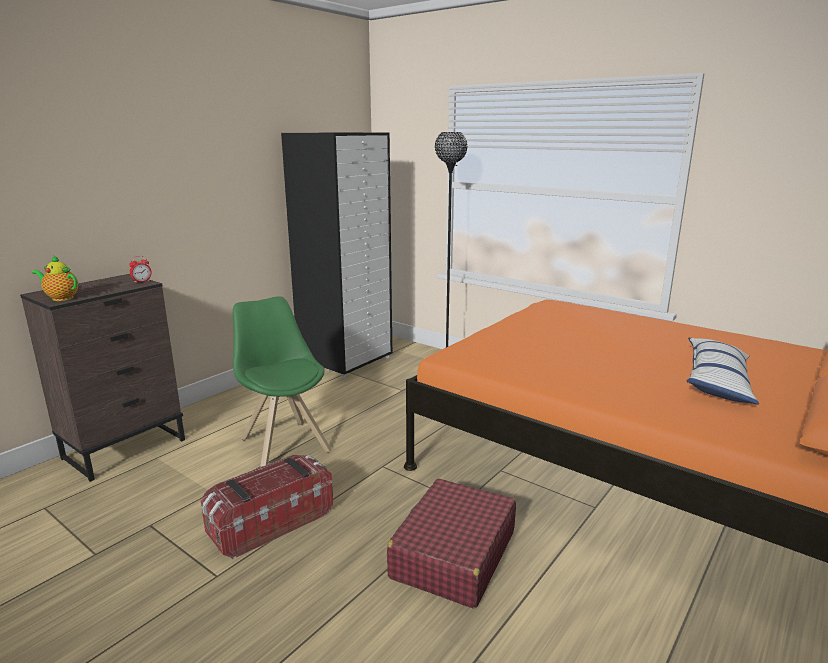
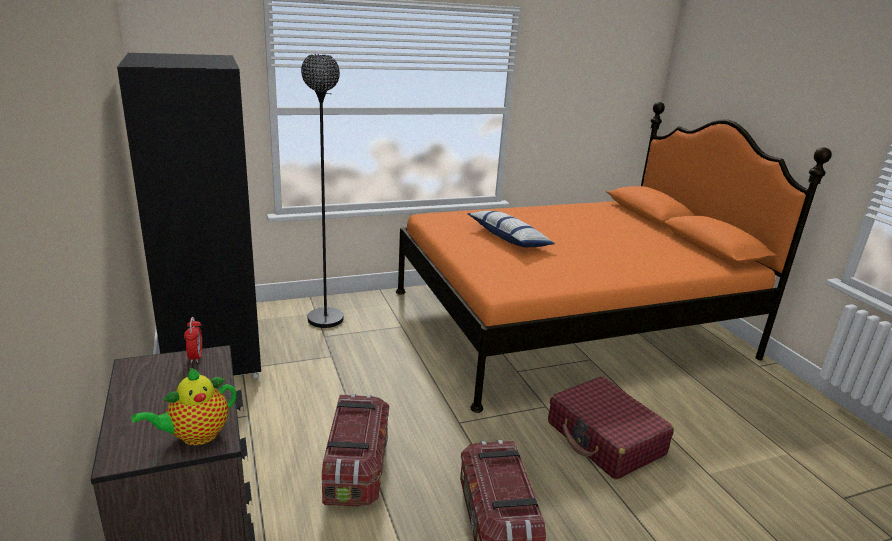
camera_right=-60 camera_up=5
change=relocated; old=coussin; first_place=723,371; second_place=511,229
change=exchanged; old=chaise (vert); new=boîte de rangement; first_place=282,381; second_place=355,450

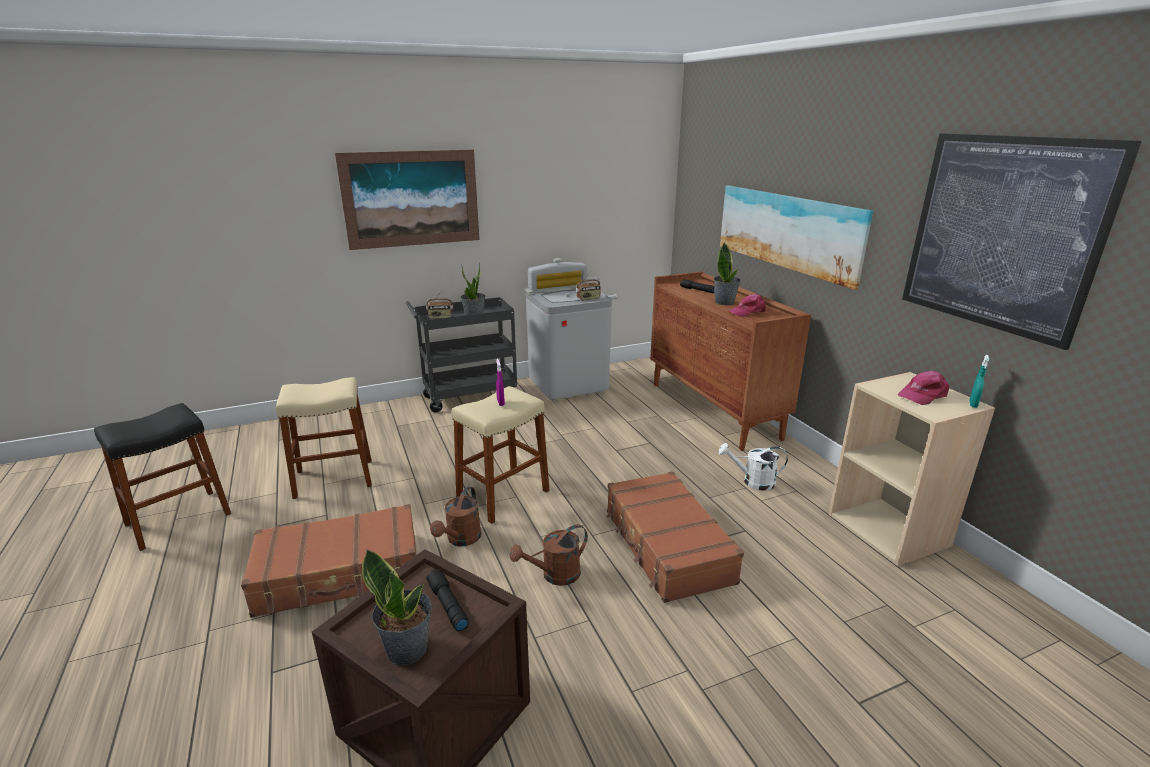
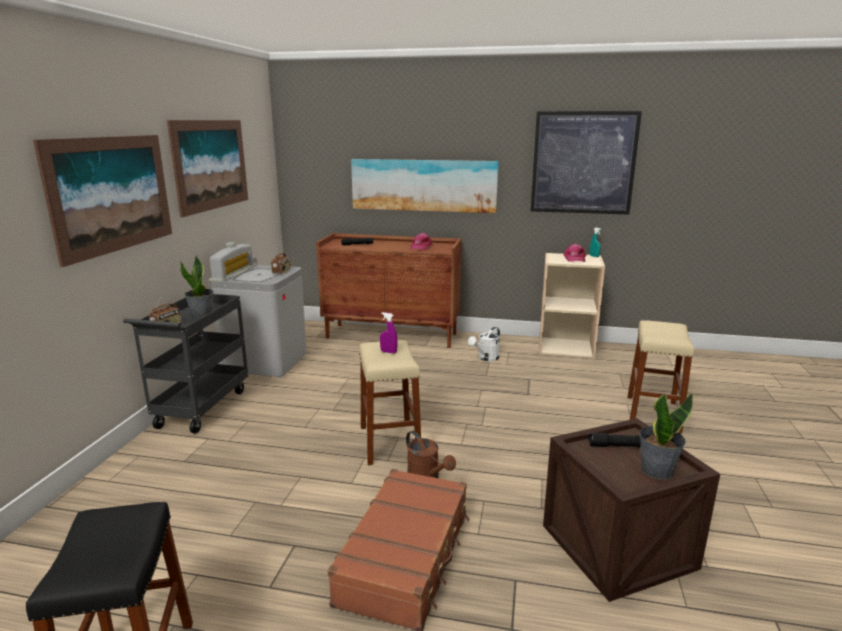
camera_right=-55 camera_up=-5
change=missing; old=arrosoir (marron); first_place=549,555
change=missing; old=valise (marron); first_place=675,537
change=missing; old=plante en pot; first_place=727,273
change=appeared; new=tableau; second_place=207,168
change=relocated; old=tabouret (beige); first_place=324,438; second_place=661,377

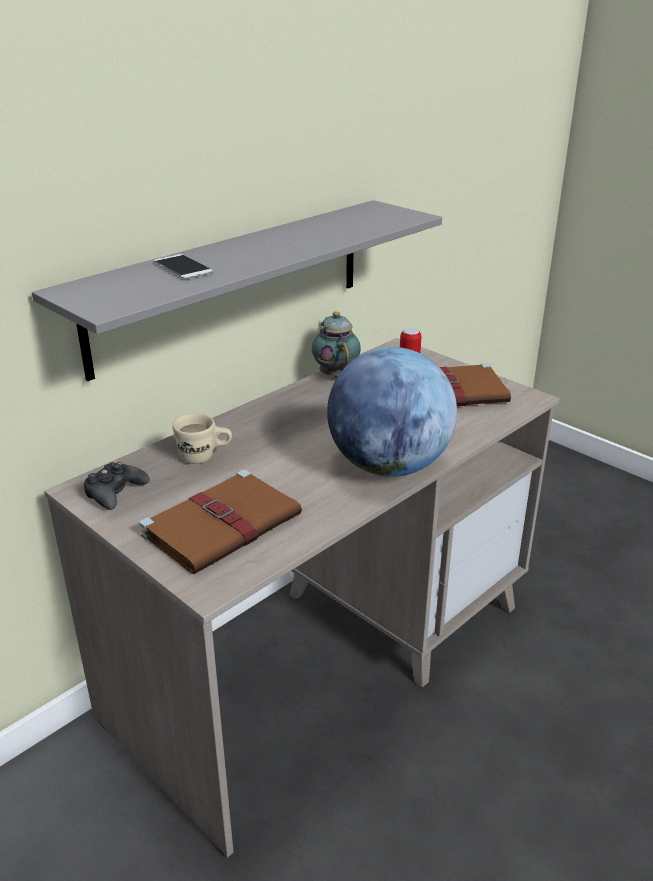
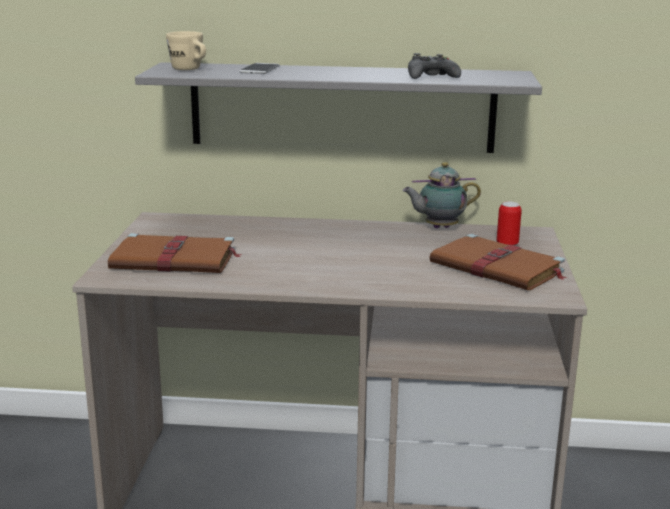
camera_right=50 camera_up=-10
change=missing; old=globe; first_place=392,412
change=relocated; old=manette (noir); first_place=117,486; second_place=434,66
change=relocated; old=mug (beige); first_place=202,438; second_place=186,50
change=spun; old=théière; first_place=336,344; second_place=441,195; degrees=-135

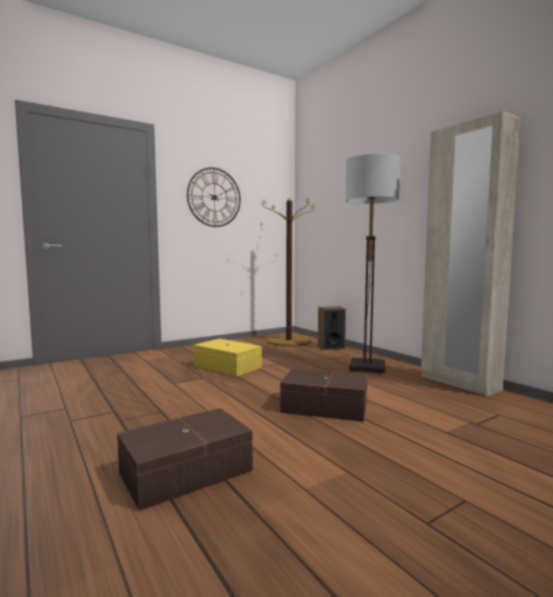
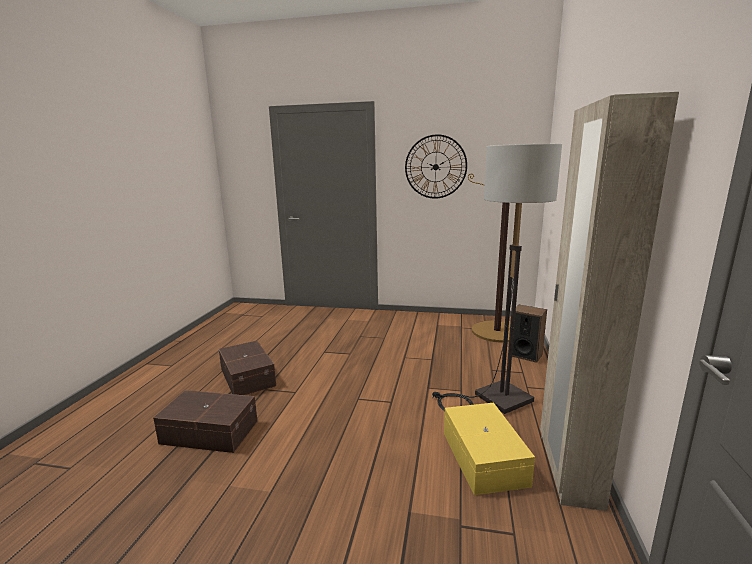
camera_right=45 camera_up=10
change=relocated; old=boîte de rangement (jaune); first_place=228,357; second_place=489,449
change=relocated; old=boîte de rangement (marron); first_place=323,395; second_place=247,368

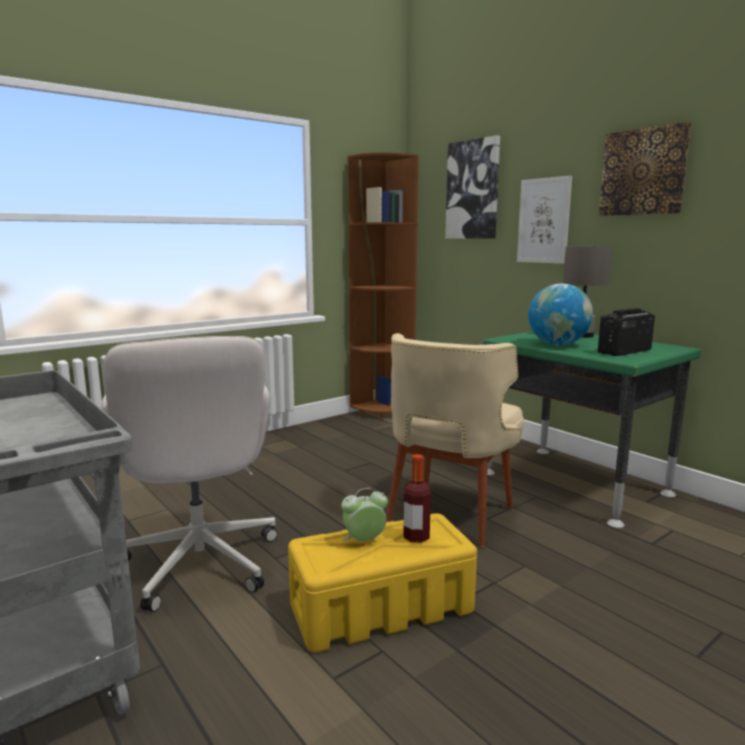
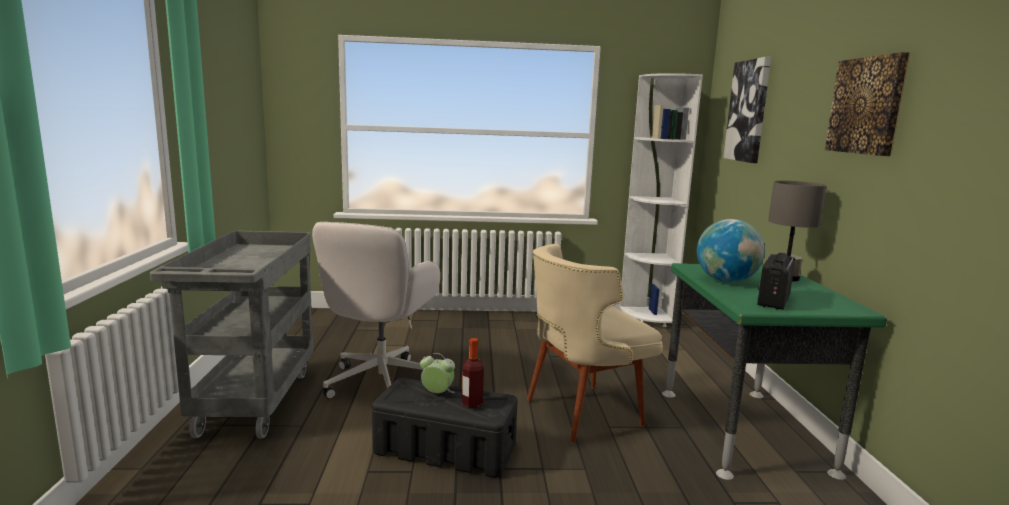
camera_right=35 camera_up=0
change=missing; old=tableau; first_place=544,220
change=colour; old=boîte de rangement (jaune); new=boîte de rangement (noir); first_place=382,583; second_place=445,428
change=colour; old=bibliothèque (marron); new=bibliothèque (blanc); first_place=383,285; second_place=661,200
change=spun; old=radio; first_place=626,332; second_place=776,281; degrees=-60

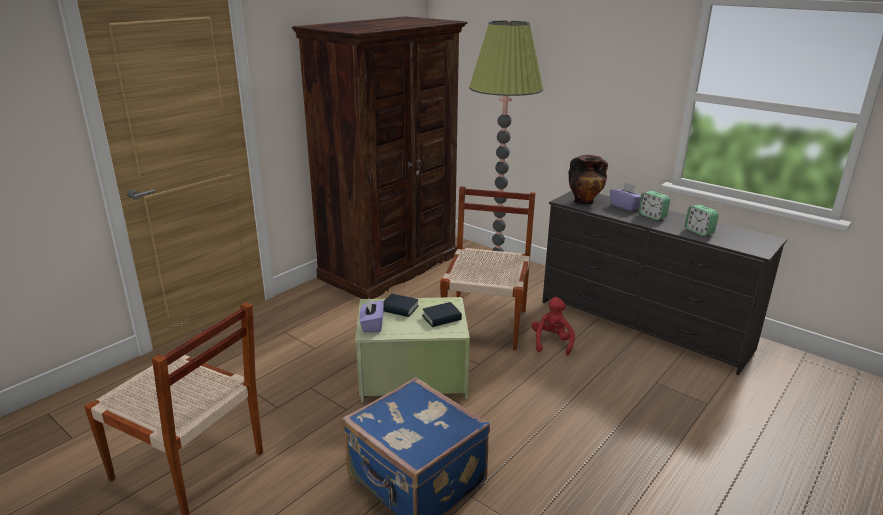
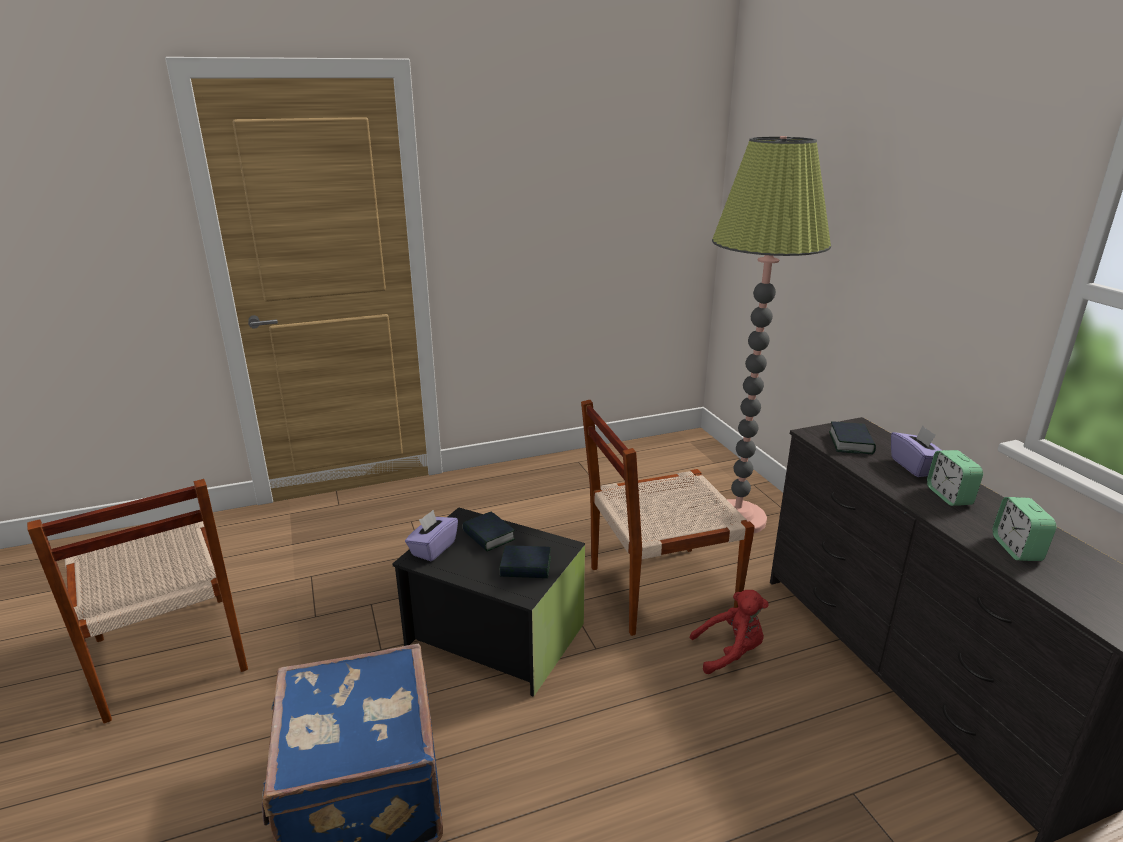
camera_right=30 camera_up=0
change=missing; old=armoire (marron); first_place=380,157
change=exchanged; old=vase; new=livre; first_place=588,179; second_place=852,437
change=colour; old=boîte de rangement (vert); new=boîte de rangement (noir); first_place=412,349; second_place=489,602
change=spun; old=chaise; first_place=488,268; second_place=668,518; degrees=-150
change=spun; old=peluche (rouge); first_place=553,326; second_place=729,632; degrees=45

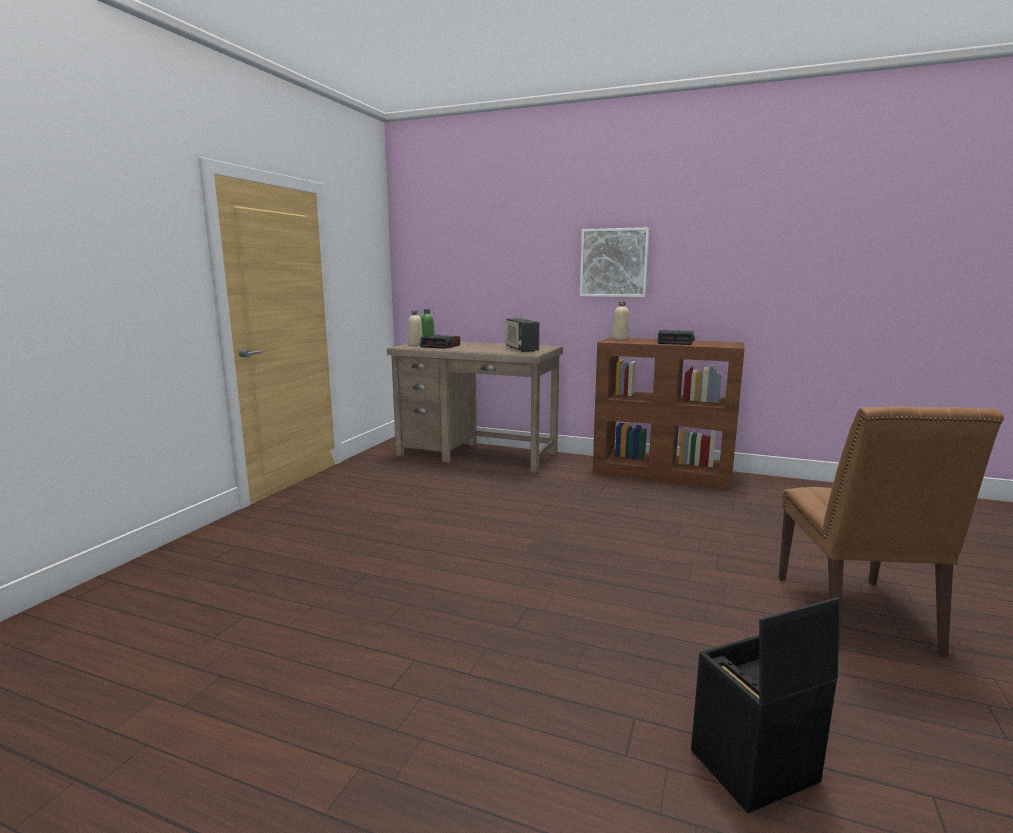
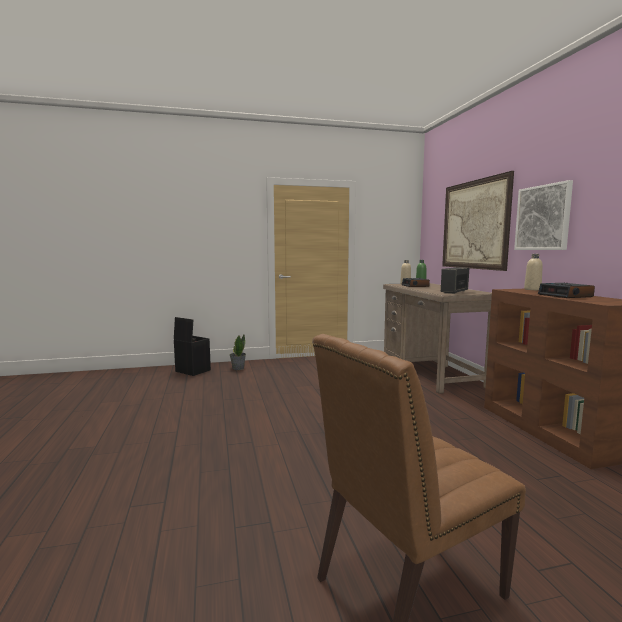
camera_right=55 camera_up=-5
change=appeared; new=plante en pot; second_place=238,352
change=appeared; new=tableau; second_place=478,221
change=relocated; old=boîte de rangement (noir); first_place=765,705; second_place=192,346

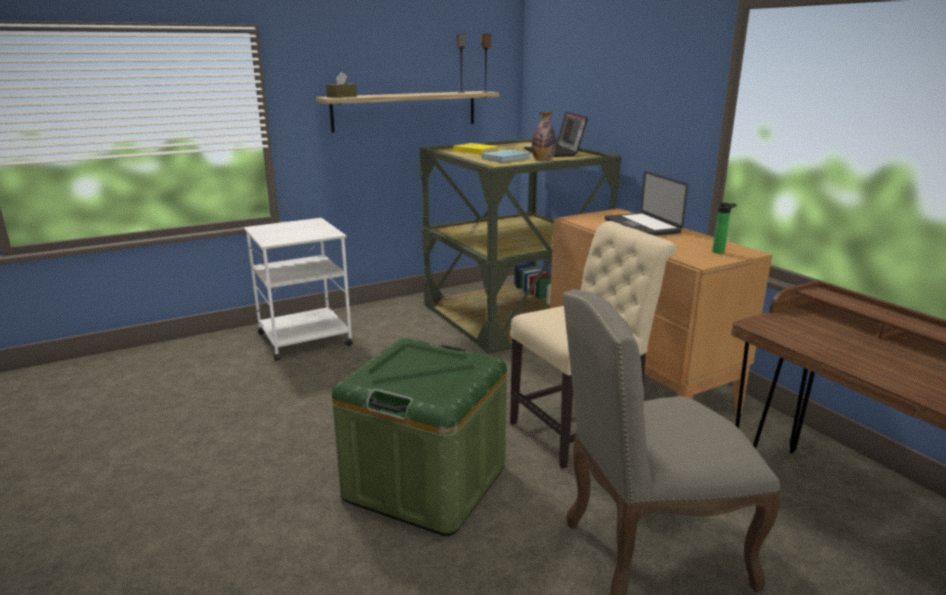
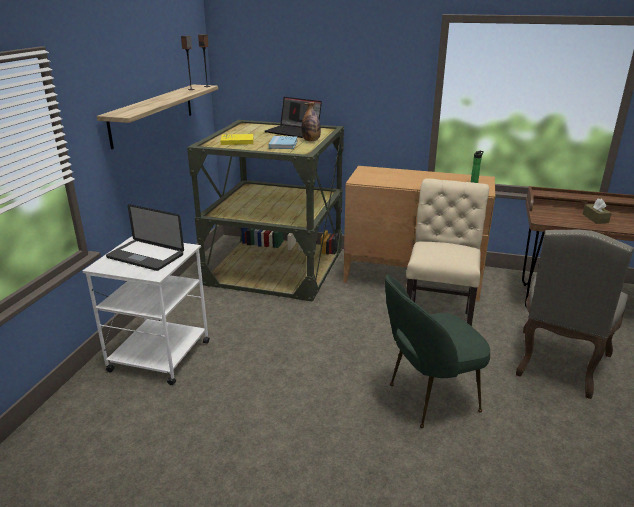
camera_right=-45 camera_up=5
change=relocated; old=boîte à mouchoirs (marron); first_place=341,85; second_place=597,211
change=relocated; old=ordinateur portable; first_place=646,203; second_place=145,237
change=exchanged; old=boîte de rangement (vert); new=chaise (vert); first_place=419,437; second_place=437,351

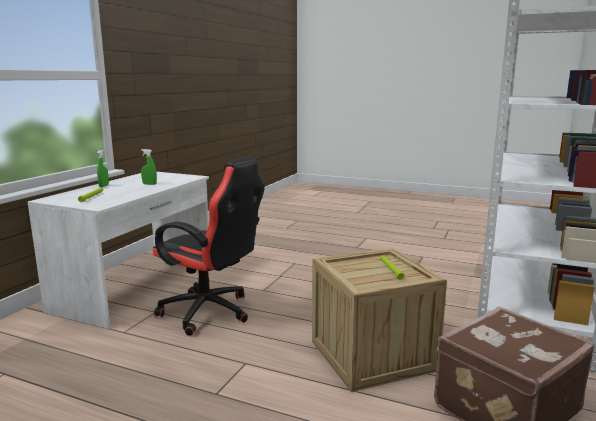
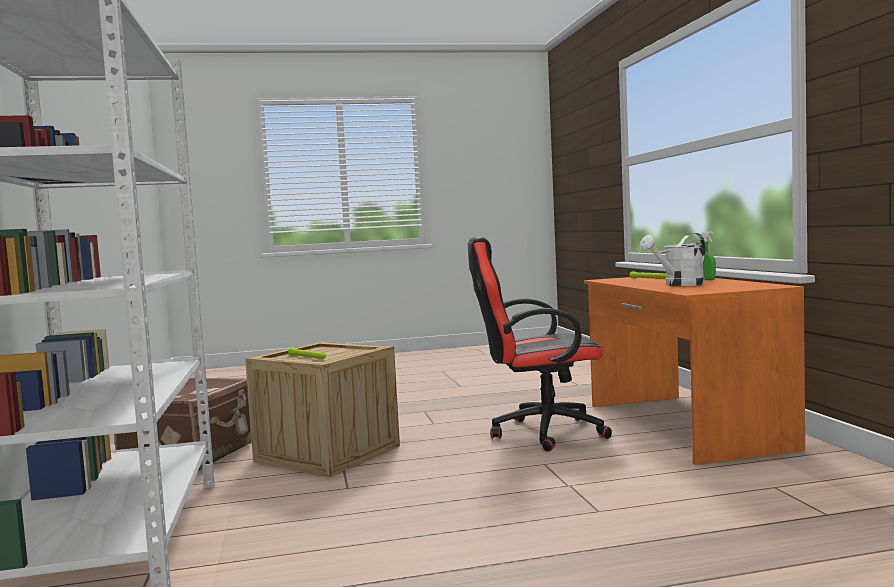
camera_right=145 camera_up=-10
change=exchanged; old=vaporisateur (vert); new=arrosoir (blanc); first_place=149,167; second_place=673,259
change=colour; old=bureau (blanc); new=bureau (orange); first_place=118,250; second_place=694,371

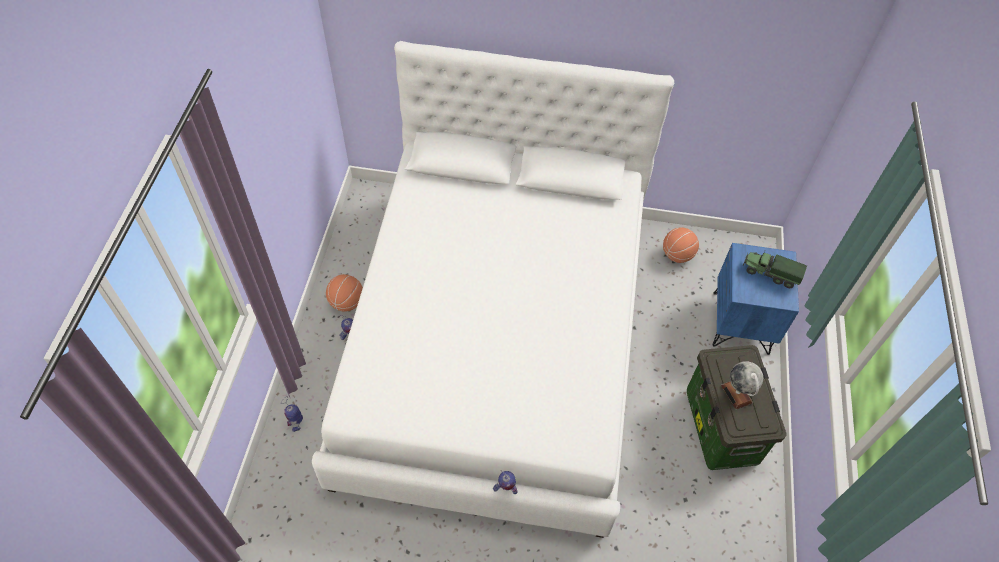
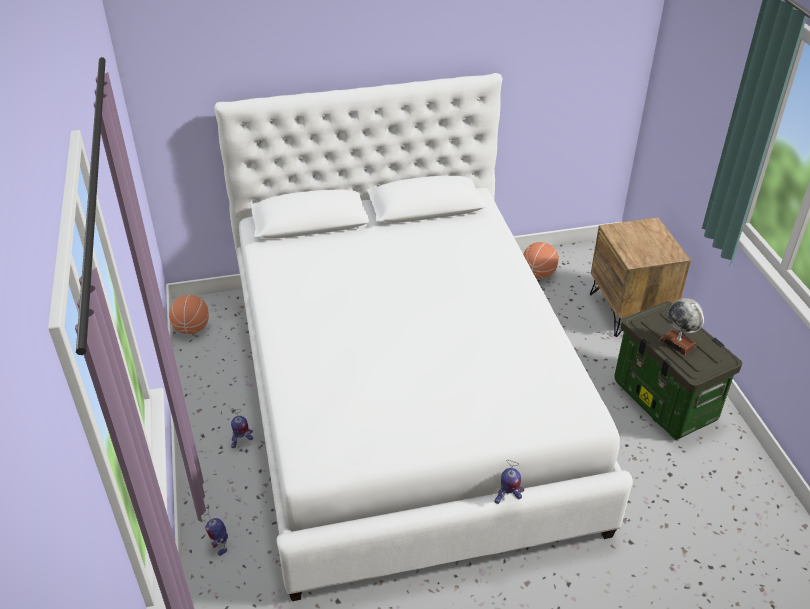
camera_right=-20 camera_up=-15
change=missing; old=camion jouet; first_place=775,269
change=relocated; old=ballon de basket; first_place=344,293; second_place=189,314
change=colour; old=table de chevet (bleu); new=table de chevet (marron); first_place=756,299; second_place=640,277

